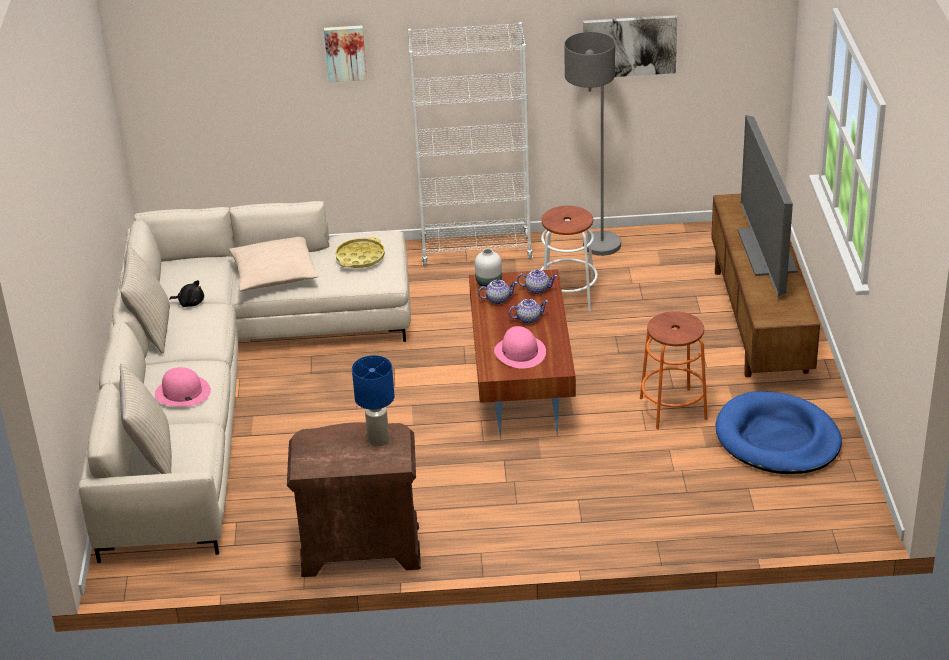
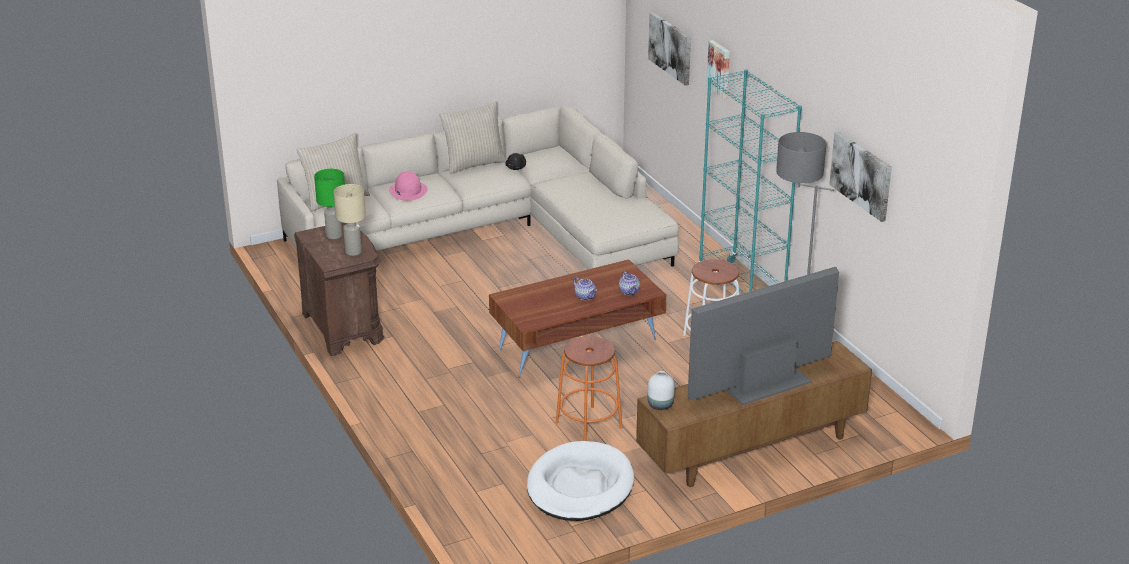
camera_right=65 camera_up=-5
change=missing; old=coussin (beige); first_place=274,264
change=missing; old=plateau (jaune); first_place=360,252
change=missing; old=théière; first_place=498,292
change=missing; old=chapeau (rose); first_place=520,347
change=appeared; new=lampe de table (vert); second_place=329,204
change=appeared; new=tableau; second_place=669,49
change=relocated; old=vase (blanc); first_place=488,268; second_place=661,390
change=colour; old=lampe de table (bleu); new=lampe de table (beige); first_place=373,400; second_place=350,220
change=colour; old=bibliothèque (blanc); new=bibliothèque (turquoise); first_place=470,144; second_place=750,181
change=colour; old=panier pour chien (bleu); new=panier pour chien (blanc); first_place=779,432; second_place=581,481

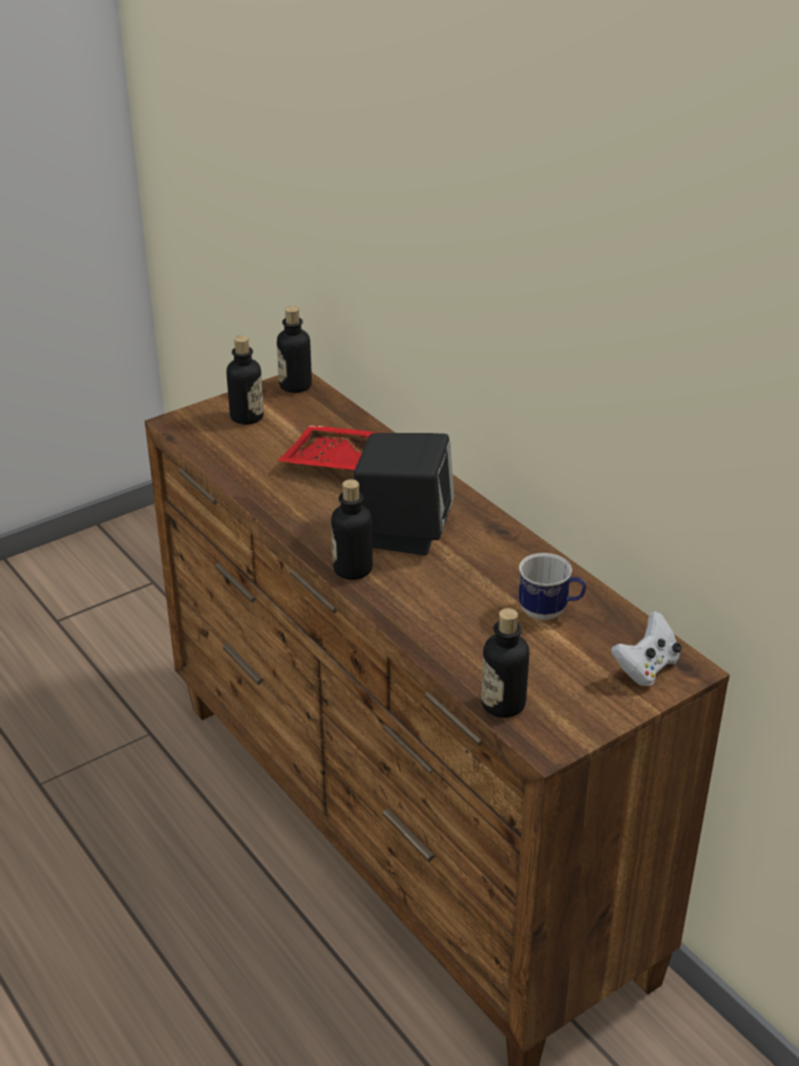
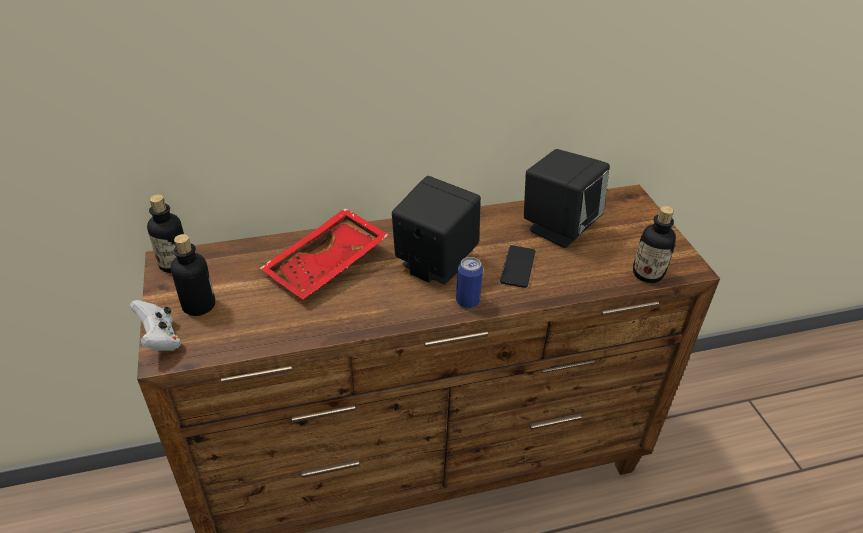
camera_right=-70 camera_up=5
change=appeared; new=téléphone; second_place=517,266
change=relocated; old=manette (blanc); first_place=646,648; second_place=155,325
change=exchanged; old=bouteille; new=boîte métallique; first_place=352,529; second_place=469,282
change=exchanged; old=mug; new=enceinte (noir); first_place=552,586; second_place=567,198

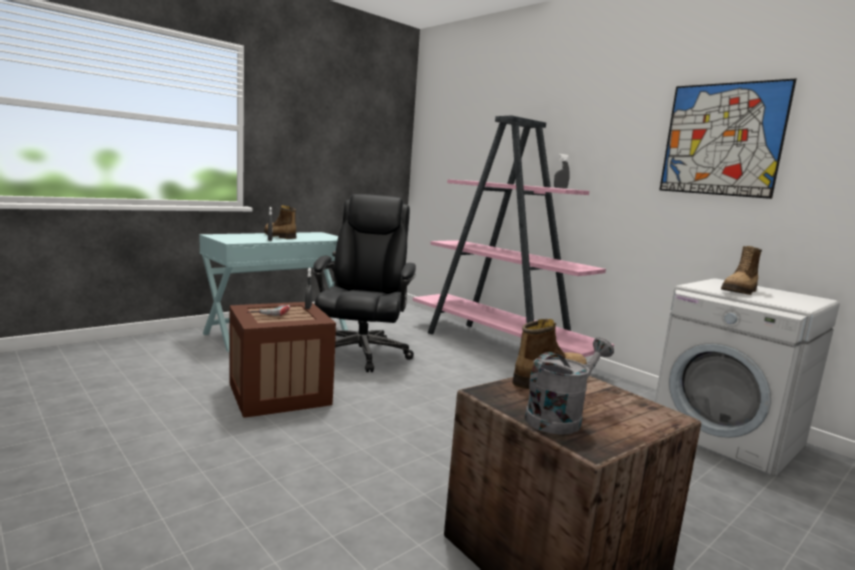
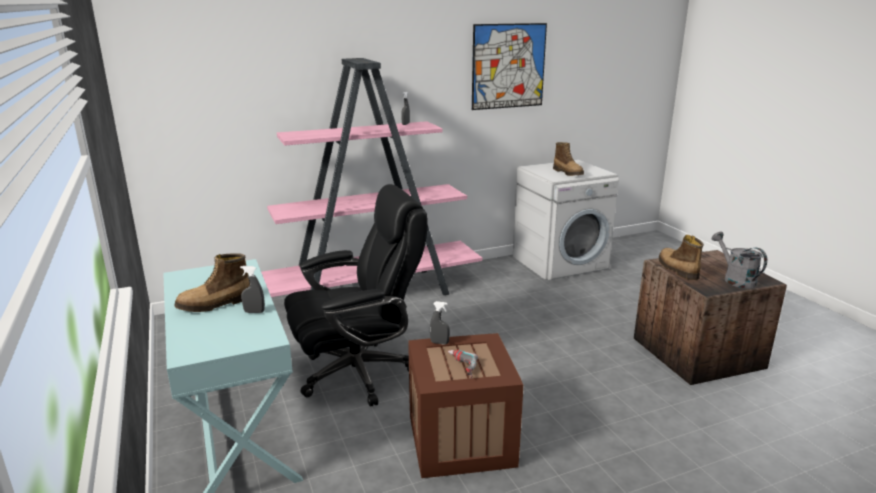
camera_right=-70 camera_up=10
change=spun; old=chaise de bureau (noir); first_place=364,283; second_place=356,295; degrees=135

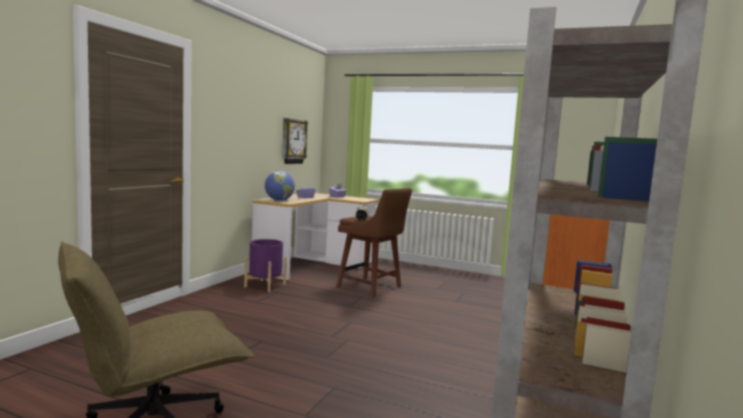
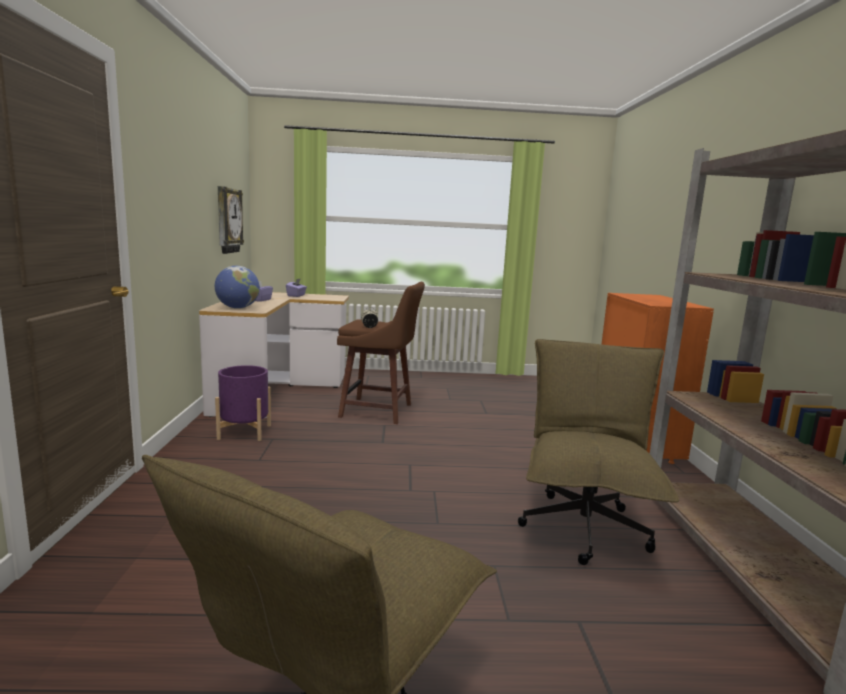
camera_right=-25 camera_up=5
change=appeared; new=chaise de bureau (beige); second_place=598,452

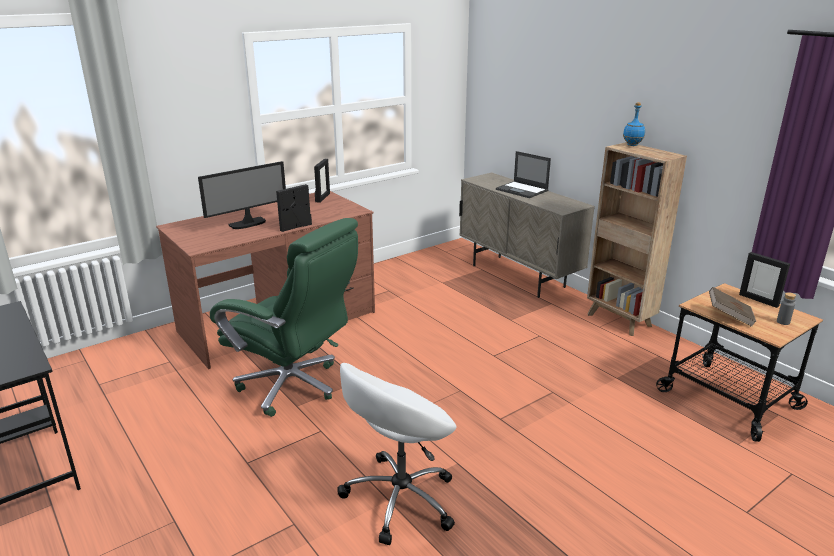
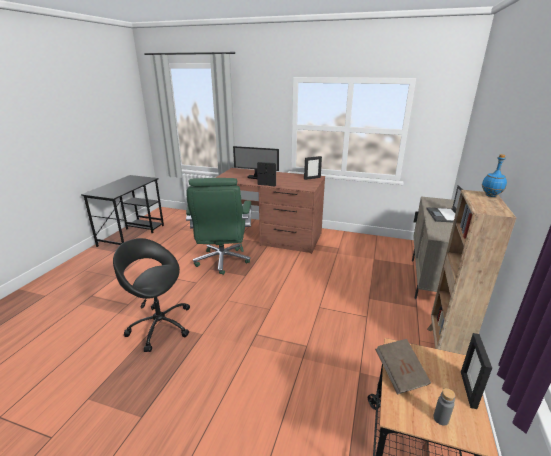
camera_right=55 camera_up=0
change=colour; old=chaise de bureau (blanc); new=chaise de bureau (noir); first_place=397,454; second_place=151,295

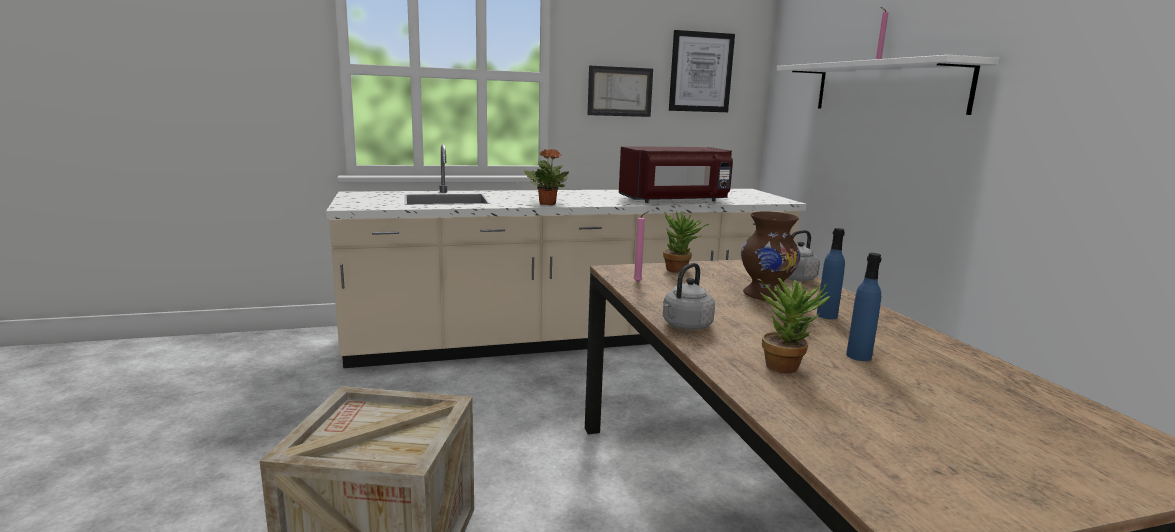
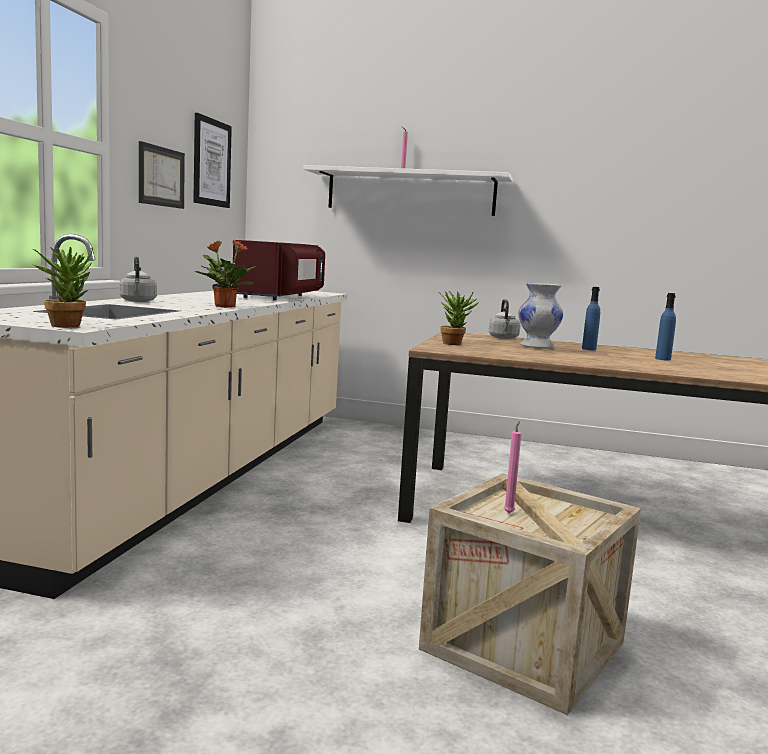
camera_right=-60 camera_up=-5
change=relocated; old=bougie (rose); first_place=641,246; second_place=512,467
change=relocated; old=bouilloire (gris); first_place=689,296; second_place=138,279
change=relocated; old=plante en pot; first_place=794,325; second_place=62,287
change=colour; old=vase (marron); new=vase (blanc); first_place=771,256; second_place=540,315

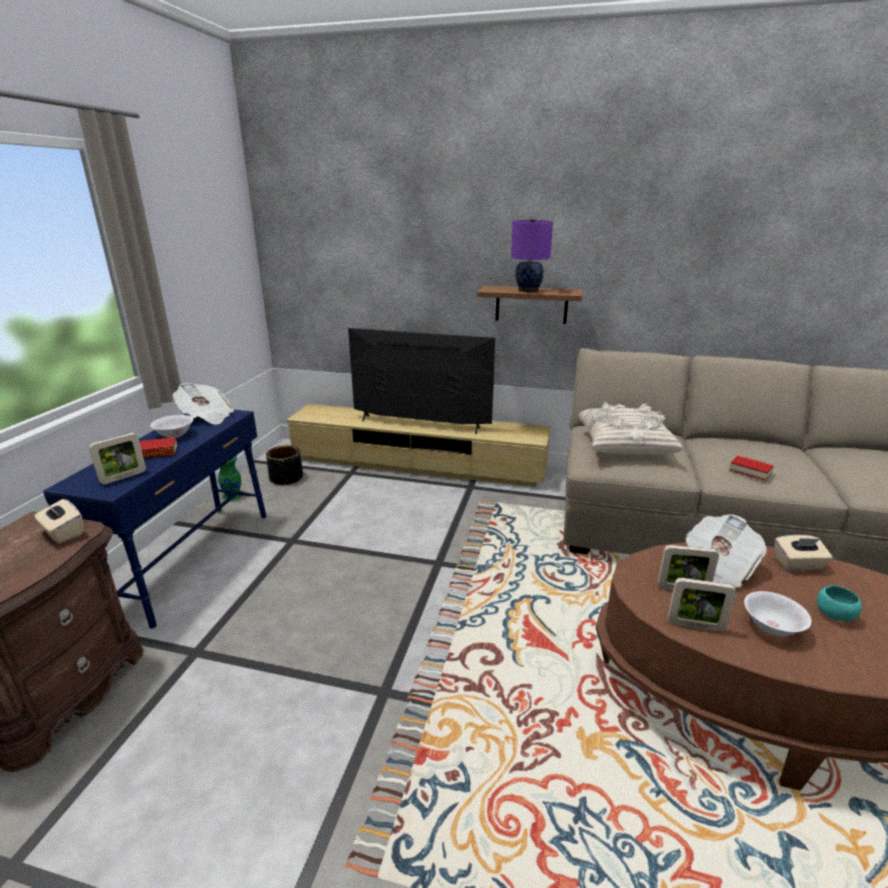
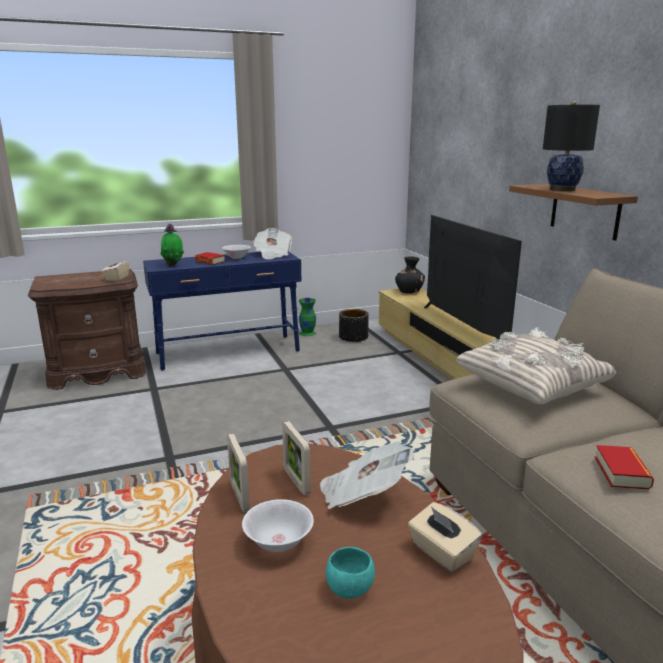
camera_right=55 camera_up=-5
change=appeared; new=vase (noir); second_place=410,275
change=exchanged; old=cadre photo; new=plante en pot; first_place=117,458; second_place=172,245
change=colour; old=lampe de table (violet); new=lampe de table (noir); first_place=532,255; second_place=571,146

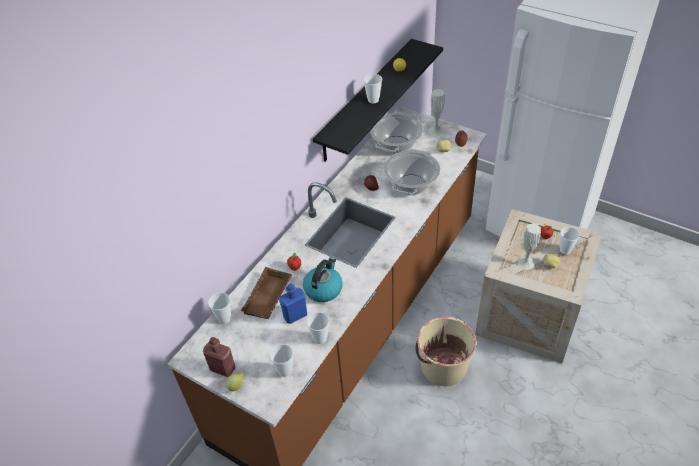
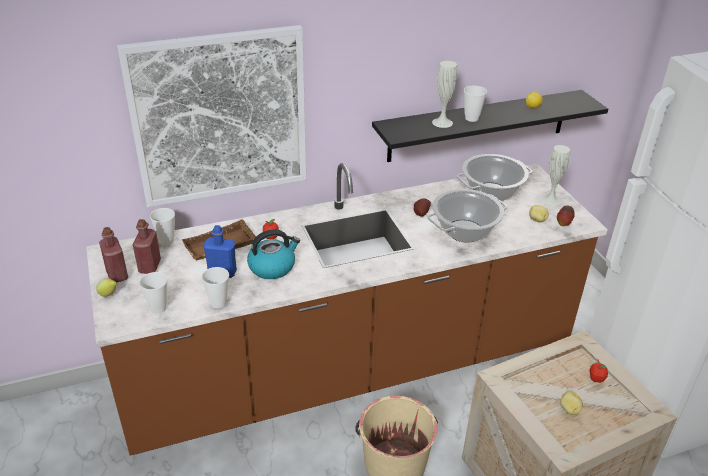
camera_right=35 camera_up=-10
change=missing; old=tasse; first_place=570,241
change=appeared; new=tableau; second_place=211,116
change=appeared; new=bouteille (rouge); second_place=147,246
change=relocated; old=vase (blanc); first_place=529,247; second_place=444,94

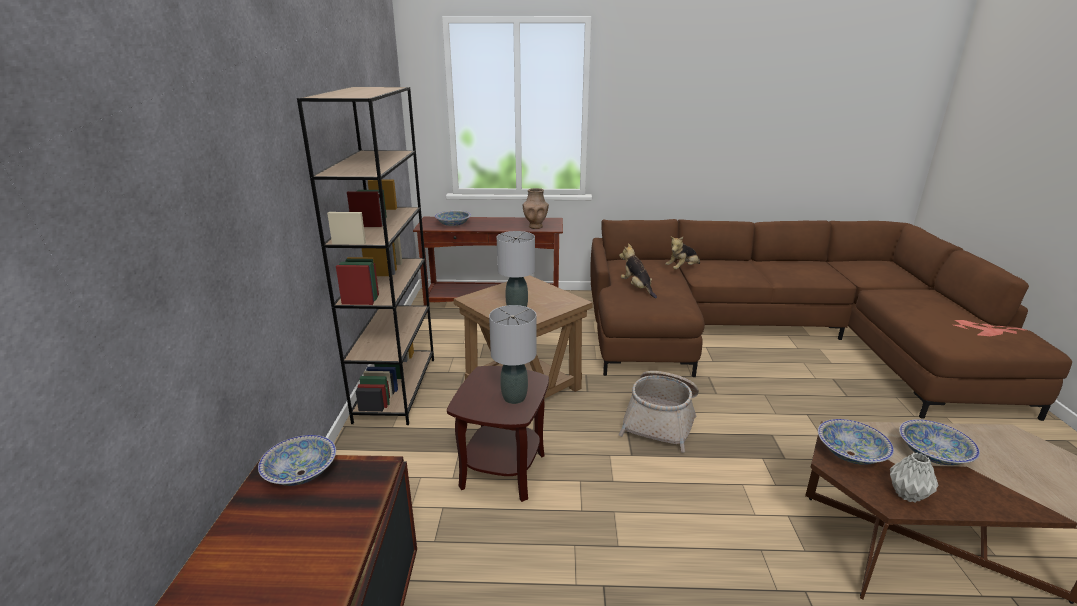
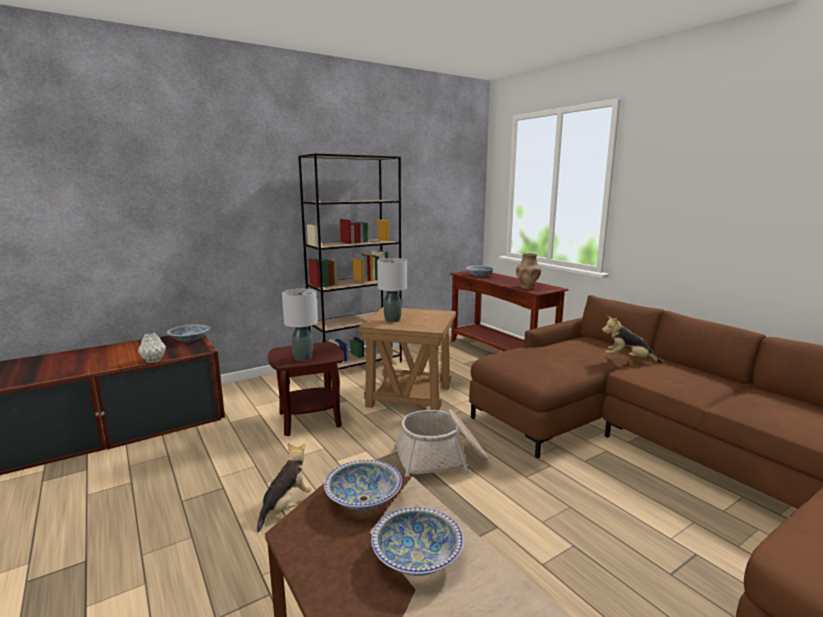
camera_right=55 camera_up=-10
change=relocated; old=peluche; first_place=638,270; second_place=284,487
change=relocated; old=vase (gris); first_place=914,478; second_place=152,348

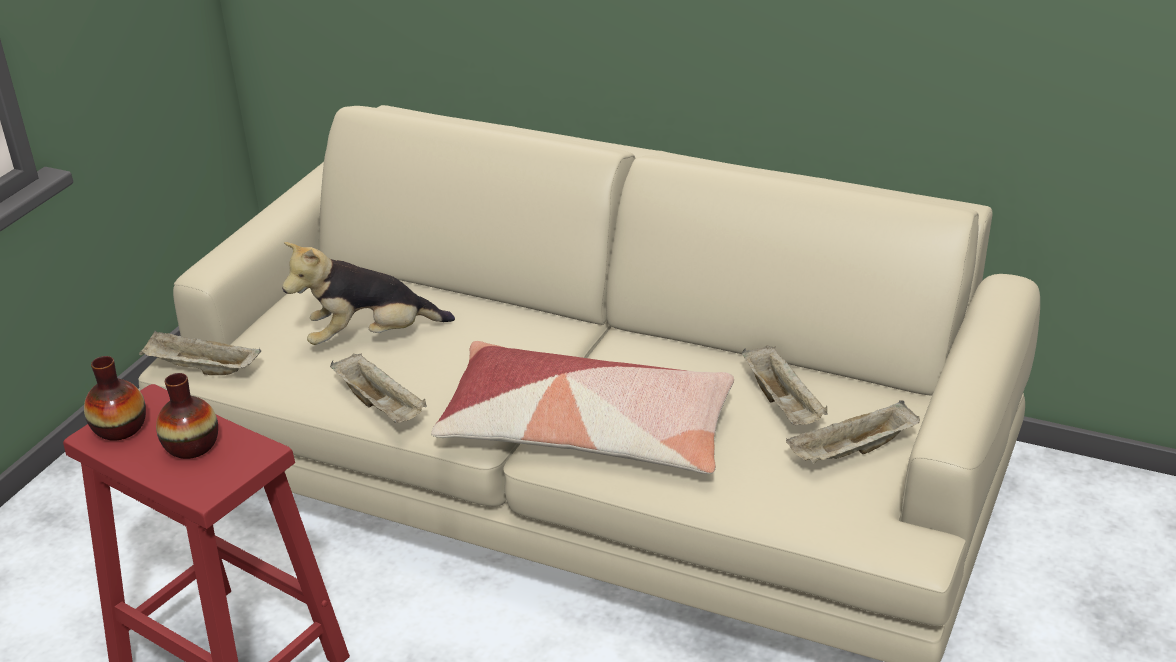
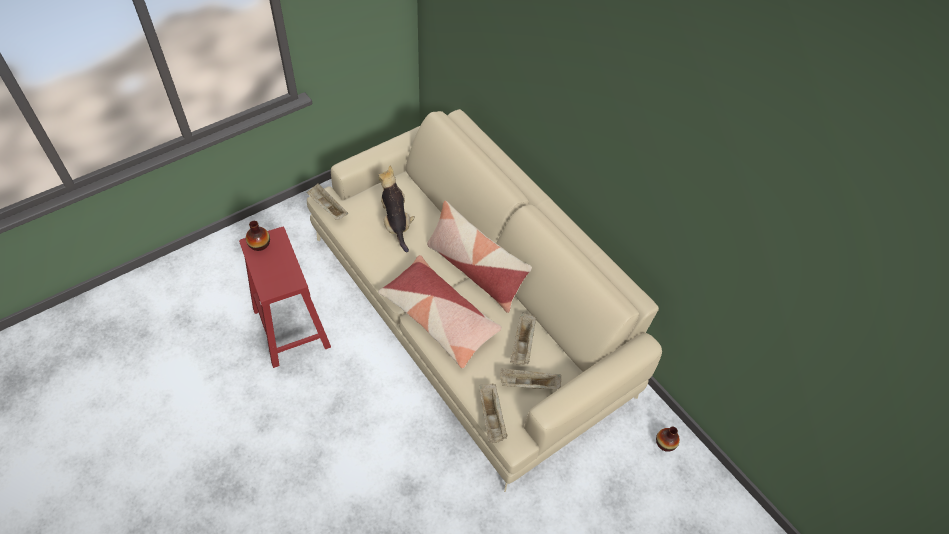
camera_right=25 camera_up=20
change=appeared; new=coussin; second_place=479,257
change=relocated; old=vase; first_place=187,416; second_place=668,439
change=relocated; old=plateau (beige); first_place=378,388; second_place=493,413
change=spun; old=peluche; first_place=368,293; second_place=397,209; degrees=60

